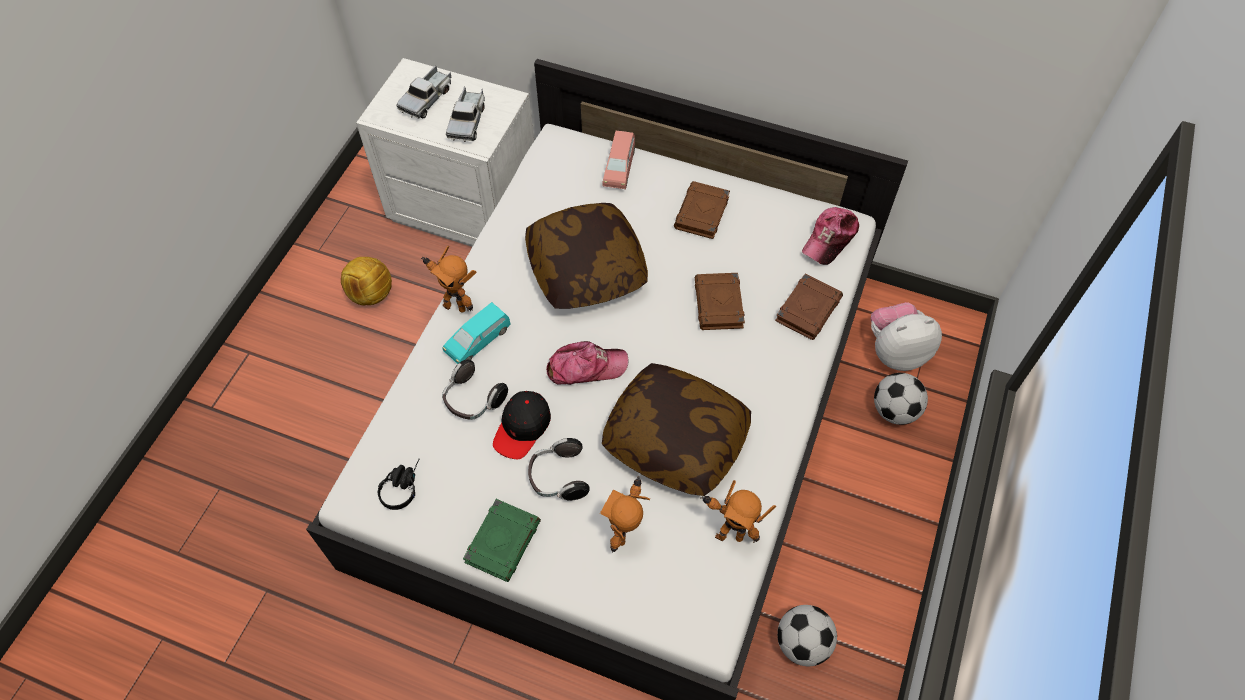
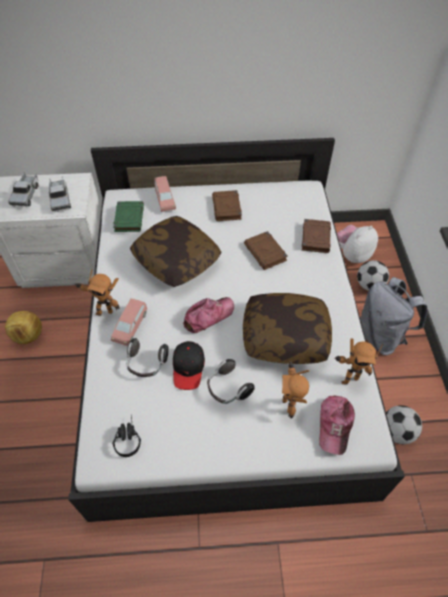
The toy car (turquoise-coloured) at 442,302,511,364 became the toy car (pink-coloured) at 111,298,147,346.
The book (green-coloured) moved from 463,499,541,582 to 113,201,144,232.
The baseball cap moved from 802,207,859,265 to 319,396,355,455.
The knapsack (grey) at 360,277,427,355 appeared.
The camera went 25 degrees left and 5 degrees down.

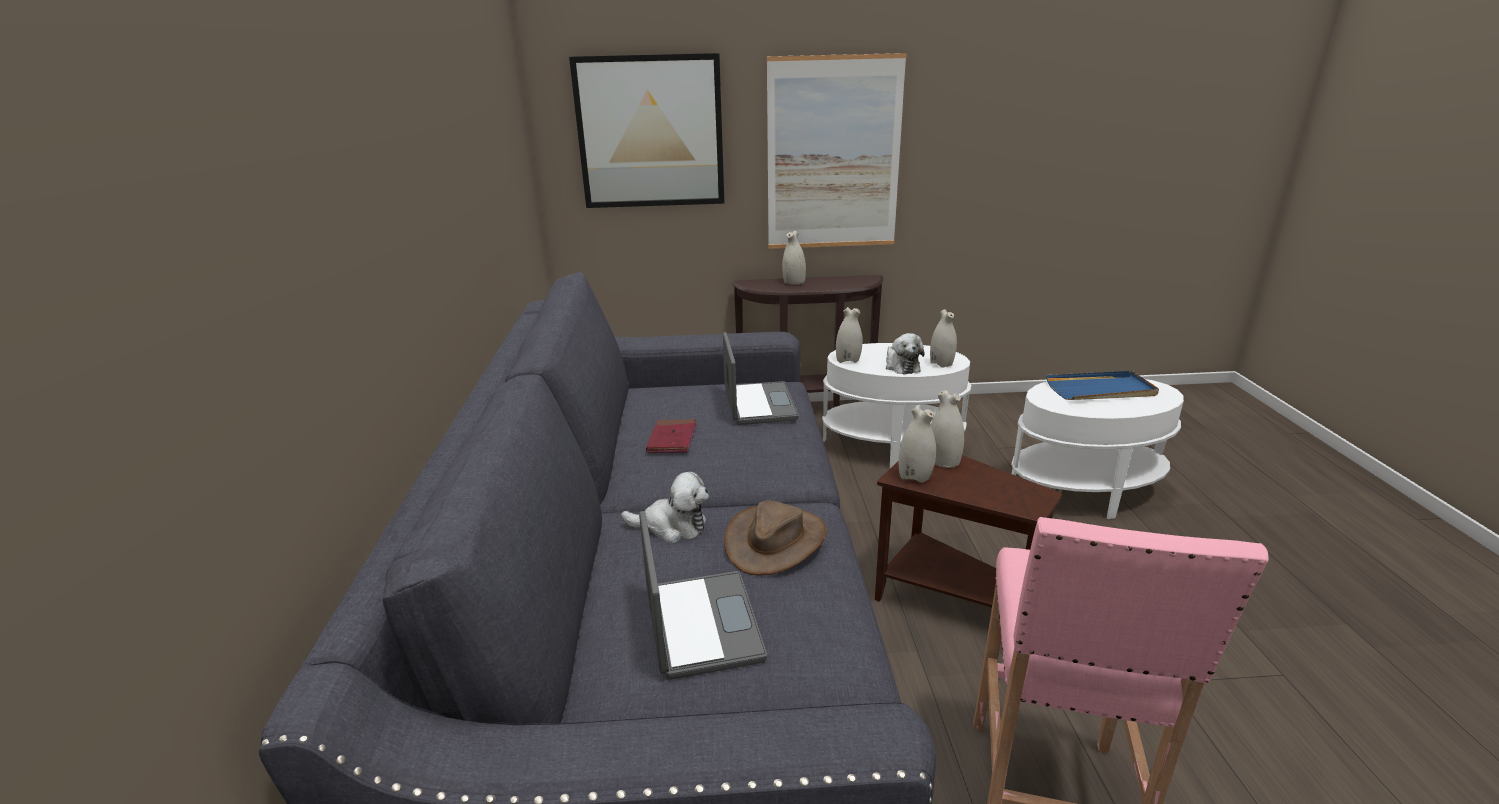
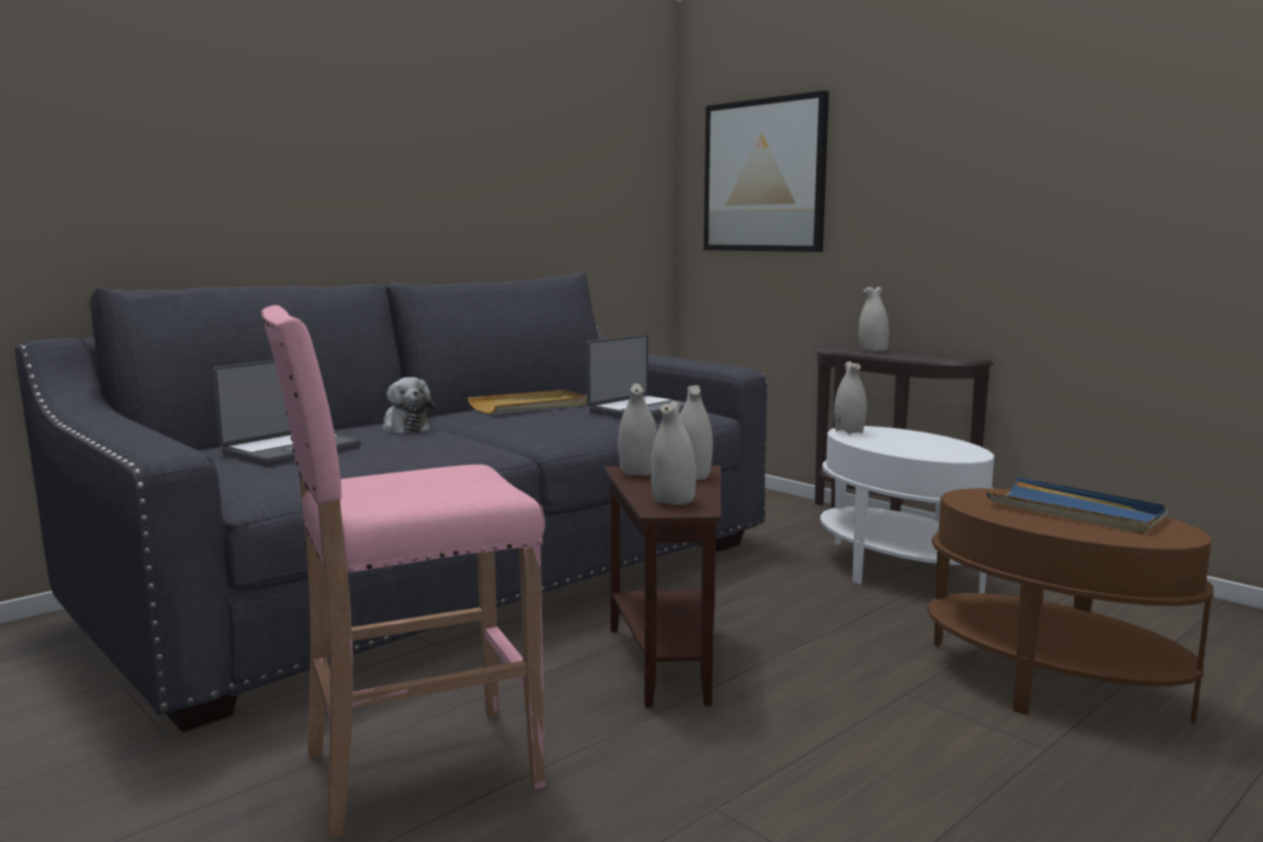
The book (red-coloured) at 646,419,697,453 was replaced by the tray (sand-coloured) at 467,390,587,414.
The hat (brownish) at 724,500,827,575 disappeared.
The wall picture at 767,53,907,249 disappeared.
The soft toy at 886,333,925,375 disappeared.
The vase (white) moved from 930,310,957,368 to 651,401,696,505.
The accent table (white) at 1011,379,1184,519 became the accent table (brownish) at 927,488,1213,724.
The camera went 50 degrees right and 15 degrees down.

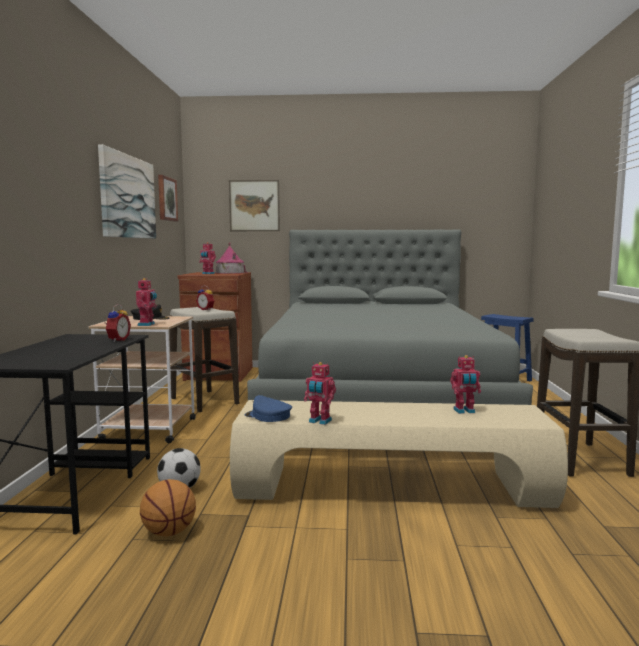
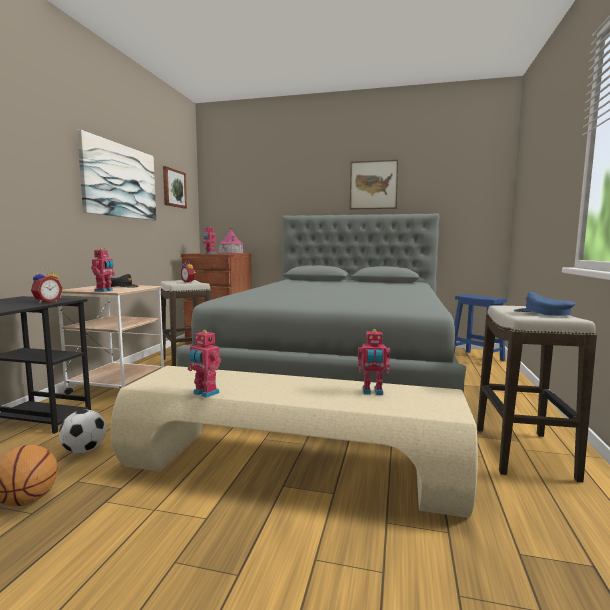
The wall picture moved from 229,180,280,231 to 350,160,398,210.
The baseball cap (bluish) moved from 245,395,292,422 to 514,292,576,316.
The camera went 10 degrees right and 0 degrees up.

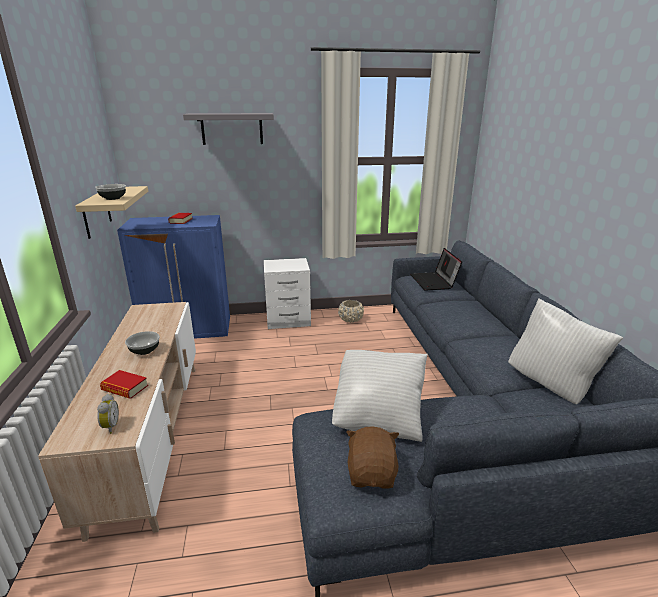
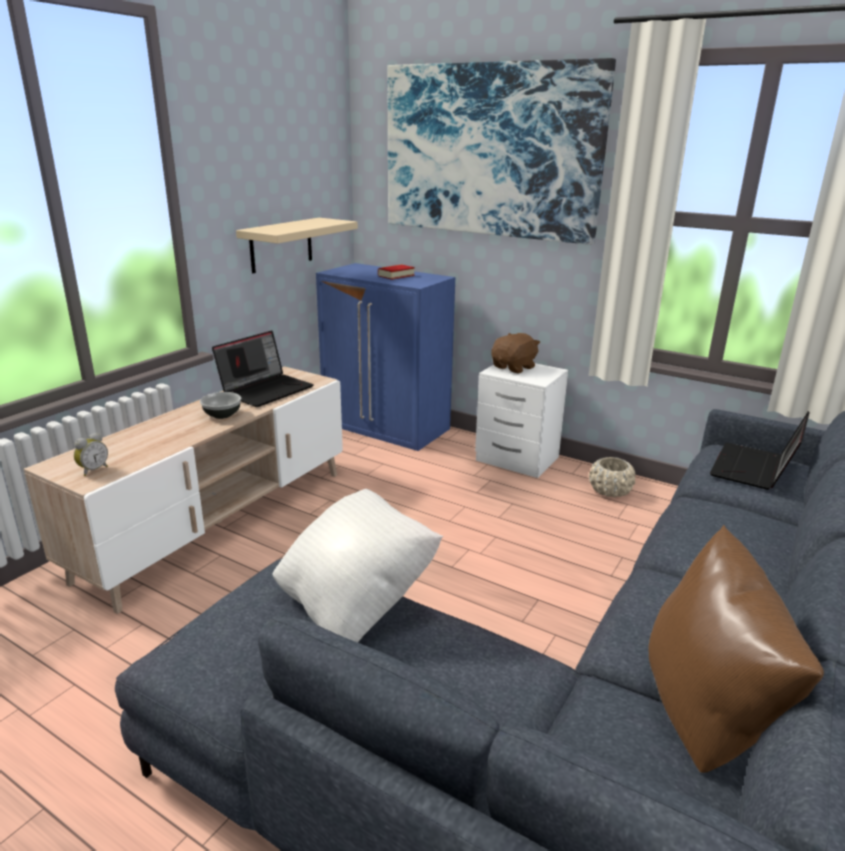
The bowl at 95,184,126,200 disappeared.
The book at 100,370,148,399 disappeared.
The shelf (grey) at 183,113,274,145 was replaced by the wall picture at 388,58,616,245.
The soft toy (brownish) moved from 346,426,399,489 to 492,333,540,373.
The throw pillow (white) at 508,298,623,404 became the throw pillow (brownish) at 648,525,824,773.
The portable computer at 212,331,314,407 appeared.
The camera went 40 degrees right and 0 degrees up.

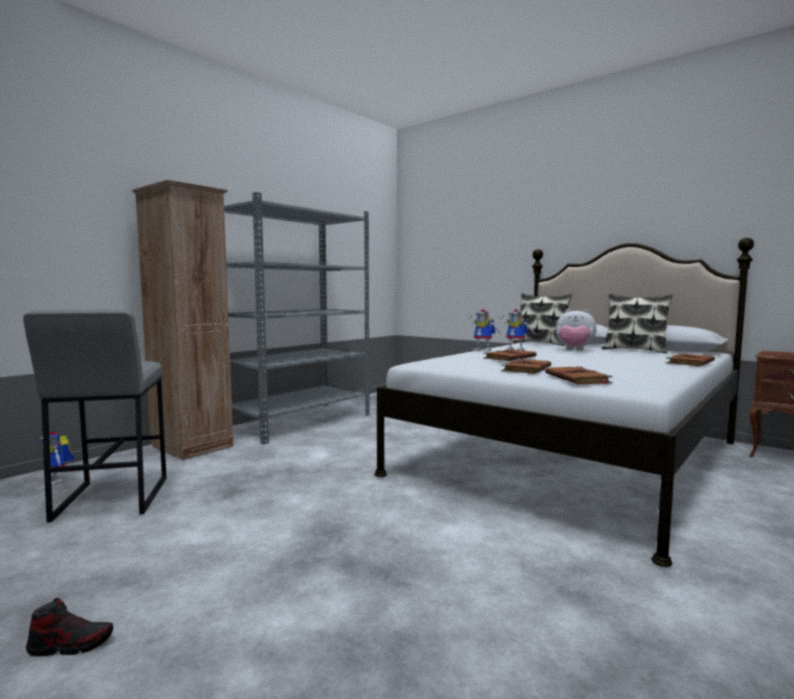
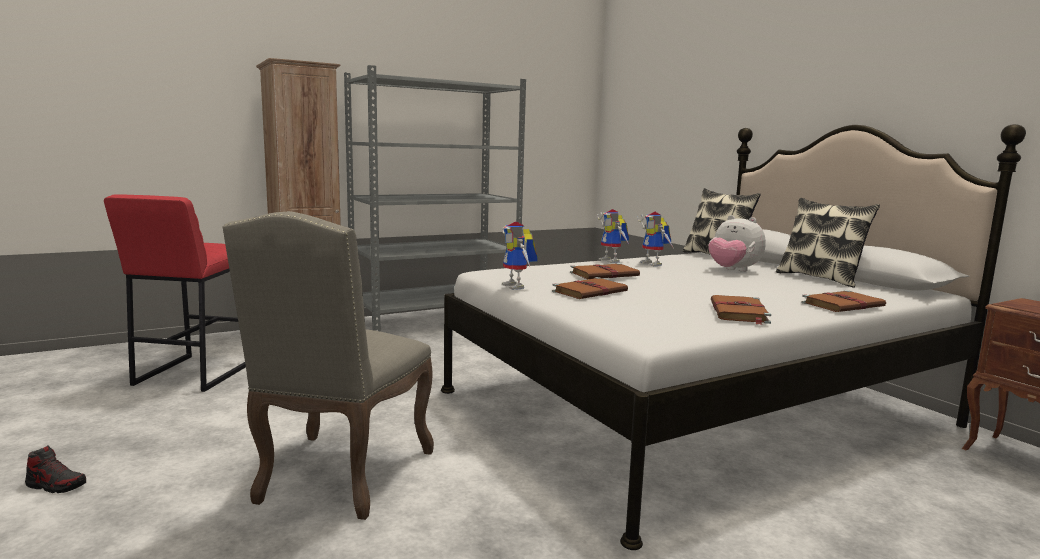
The stool seat (grey) at 23,310,167,523 became the stool seat (red-coloured) at 104,194,246,392.
The robot figure moved from 40,432,74,486 to 502,222,538,290.
The book (brownish) moved from 545,366,613,385 to 711,295,771,325.
The chair (grey) at 223,211,434,520 appeared.
The camera went 20 degrees right and 5 degrees up.

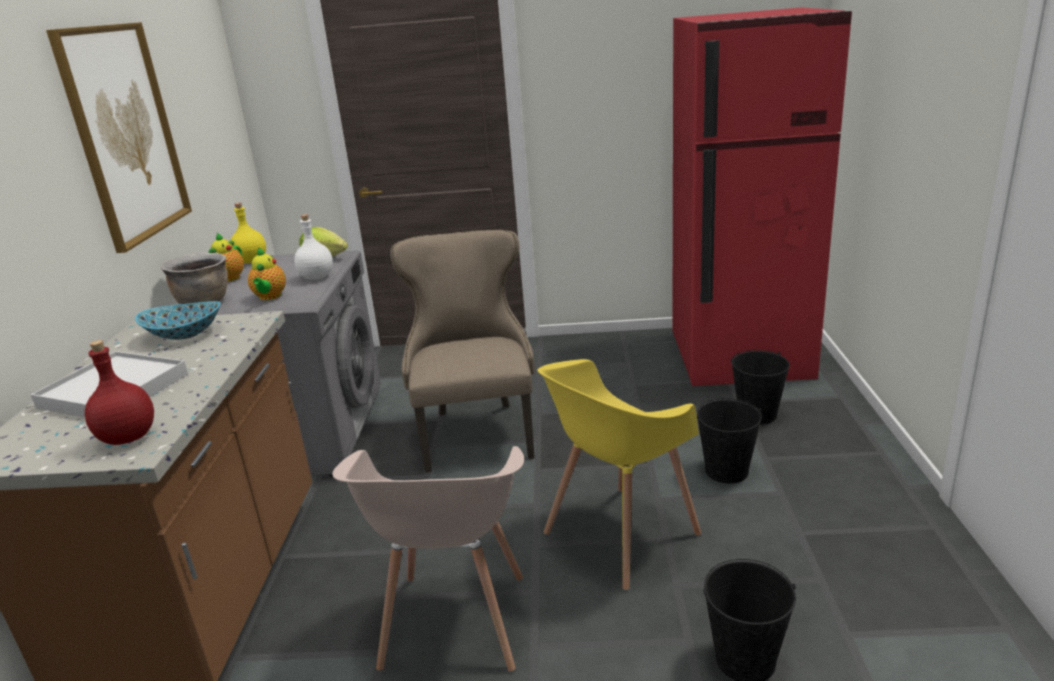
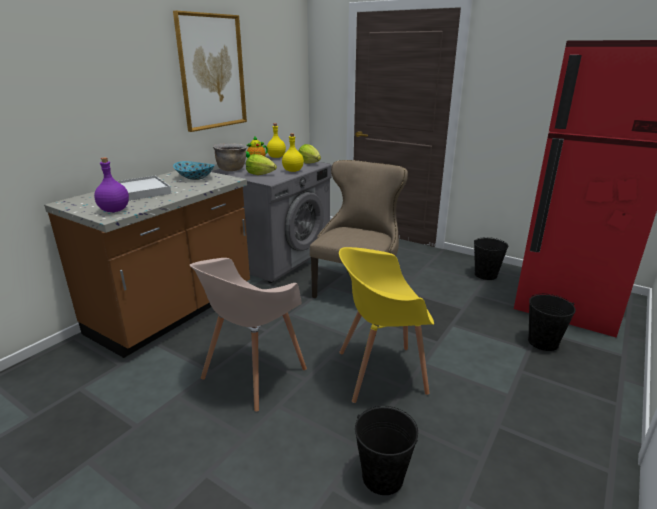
The beverage bottle (red-coloured) at 85,340,154,445 became the beverage bottle (purplish) at 94,157,129,212.
The teapot at 248,248,286,300 was replaced by the lettuce head at 246,154,277,175.
The beverage bottle (white) at 294,214,333,280 became the beverage bottle (yellow) at 282,133,304,172.
The water bucket (black) moved from 697,398,762,483 to 474,237,509,280.
The camera went 30 degrees right and 0 degrees up.

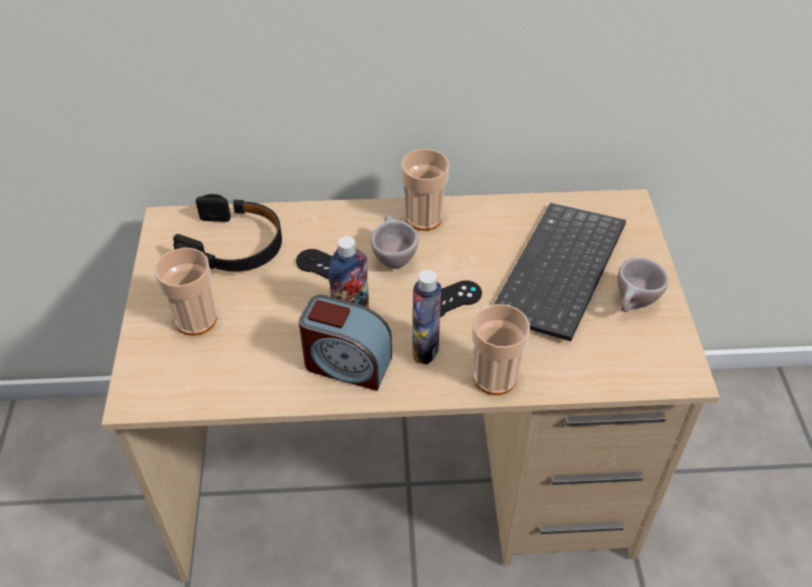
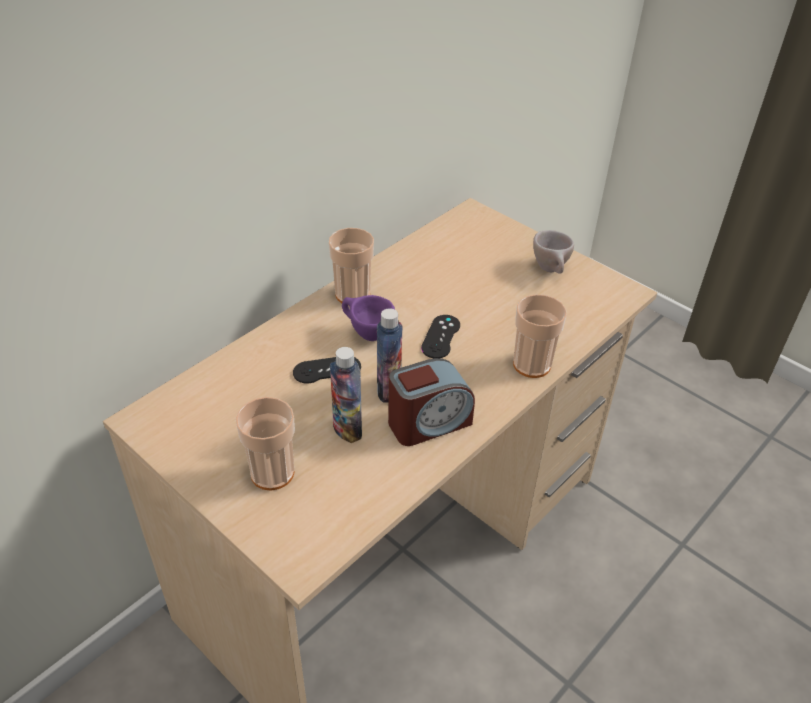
The headphones (black) at 173,194,282,271 disappeared.
The drinking cup (sand-coloured) at 371,214,419,269 became the drinking cup (purplish) at 342,295,395,341.
The beverage bottle moved from 412,270,441,364 to 330,347,362,443.
The keyboard at 493,203,626,341 disappeared.
The camera went 45 degrees left and 5 degrees down.

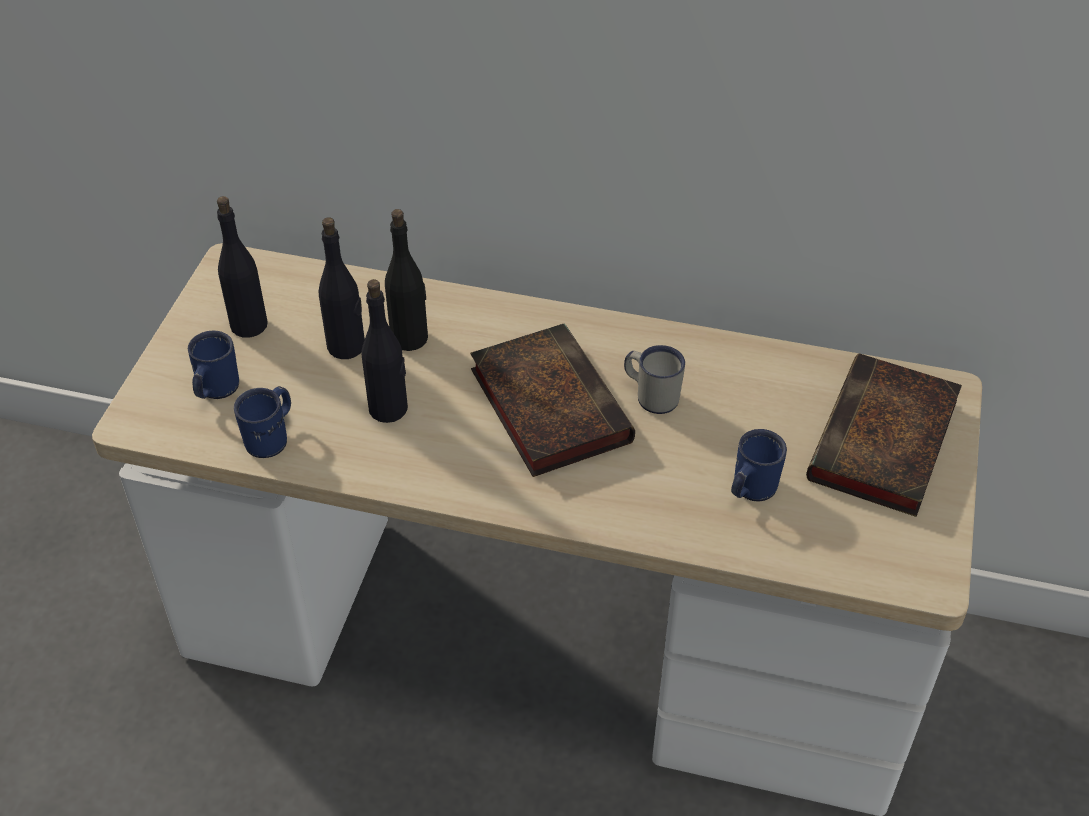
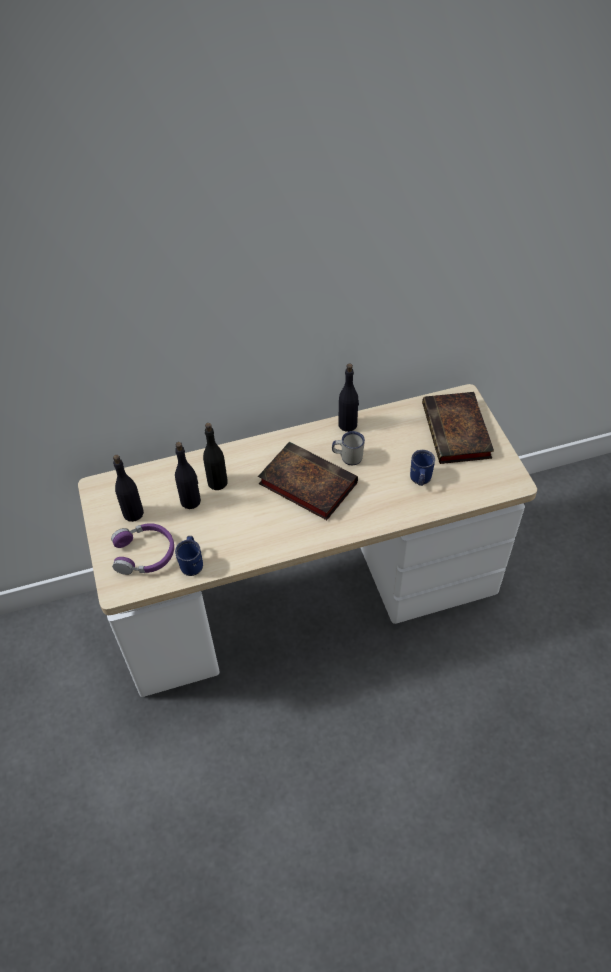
The coffee mug (bluish) at 188,331,239,399 was replaced by the headphones (purplish) at 111,523,174,575.
The beverage bottle (black) moved from 362,279,408,423 to 338,363,359,432.
The camera went 30 degrees left and 5 degrees up.

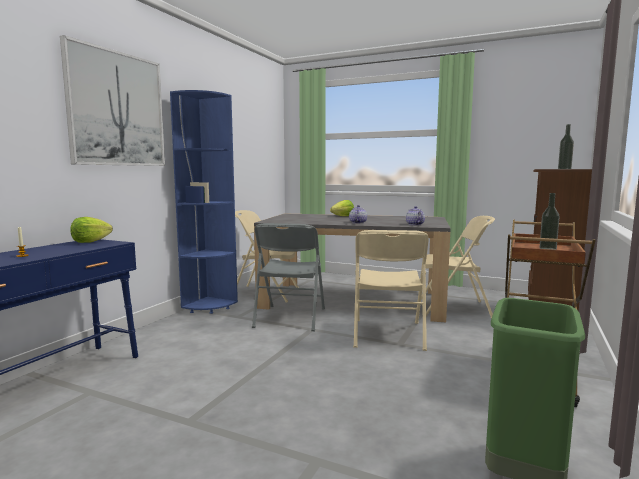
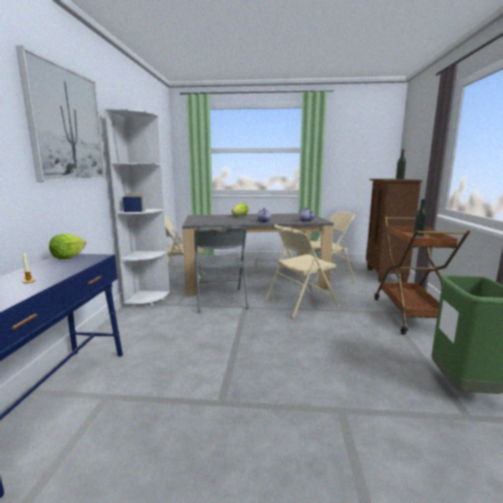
The bookcase (bluish) at 170,90,238,314 became the bookcase (white) at 105,109,170,307.
The chair (sand-coloured) at 353,230,429,351 turned 75 degrees clockwise.
The camera went 20 degrees left and 5 degrees up.

